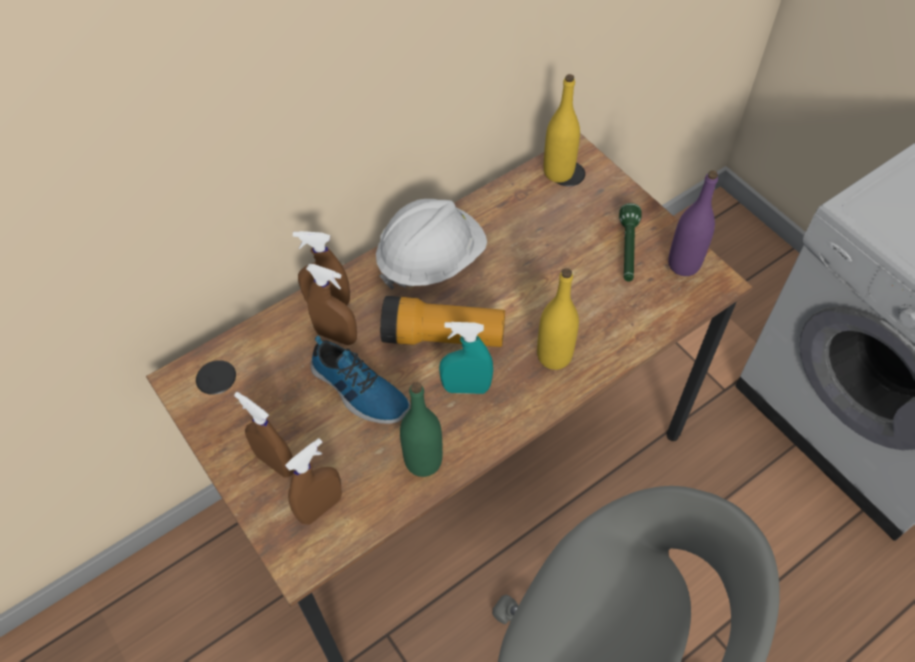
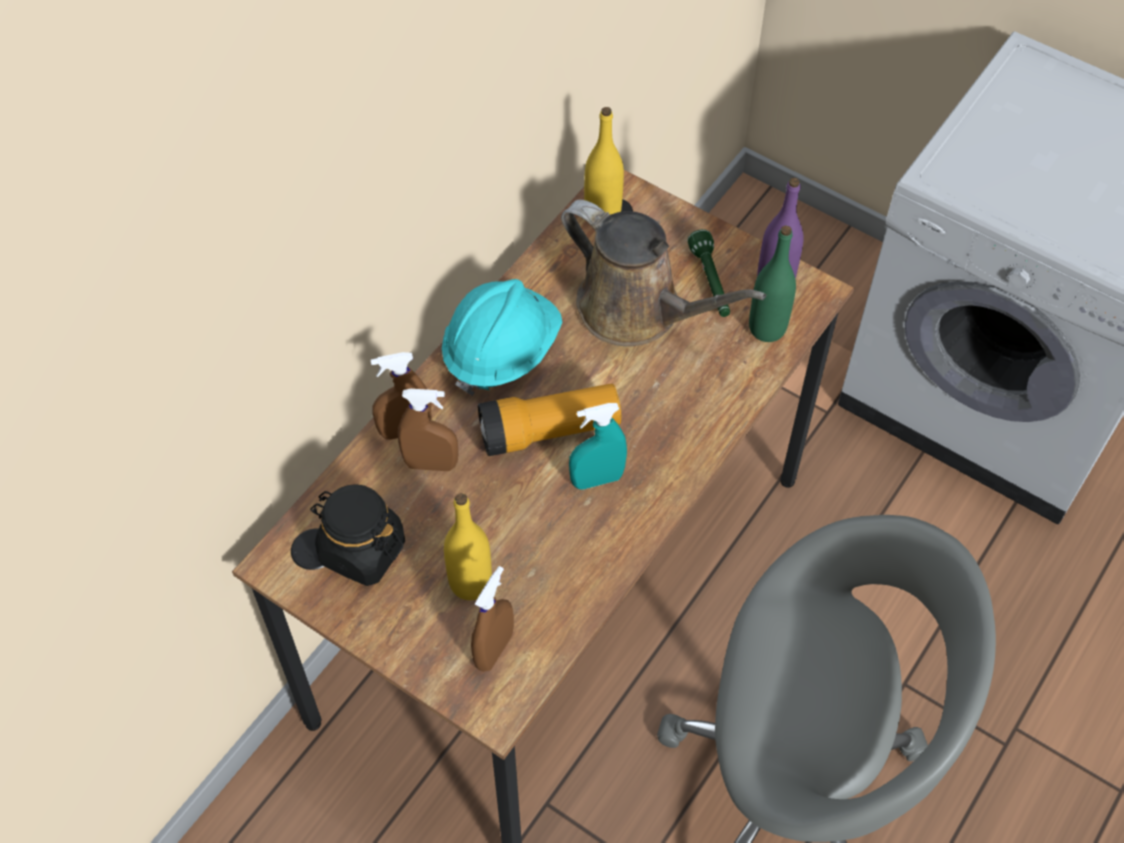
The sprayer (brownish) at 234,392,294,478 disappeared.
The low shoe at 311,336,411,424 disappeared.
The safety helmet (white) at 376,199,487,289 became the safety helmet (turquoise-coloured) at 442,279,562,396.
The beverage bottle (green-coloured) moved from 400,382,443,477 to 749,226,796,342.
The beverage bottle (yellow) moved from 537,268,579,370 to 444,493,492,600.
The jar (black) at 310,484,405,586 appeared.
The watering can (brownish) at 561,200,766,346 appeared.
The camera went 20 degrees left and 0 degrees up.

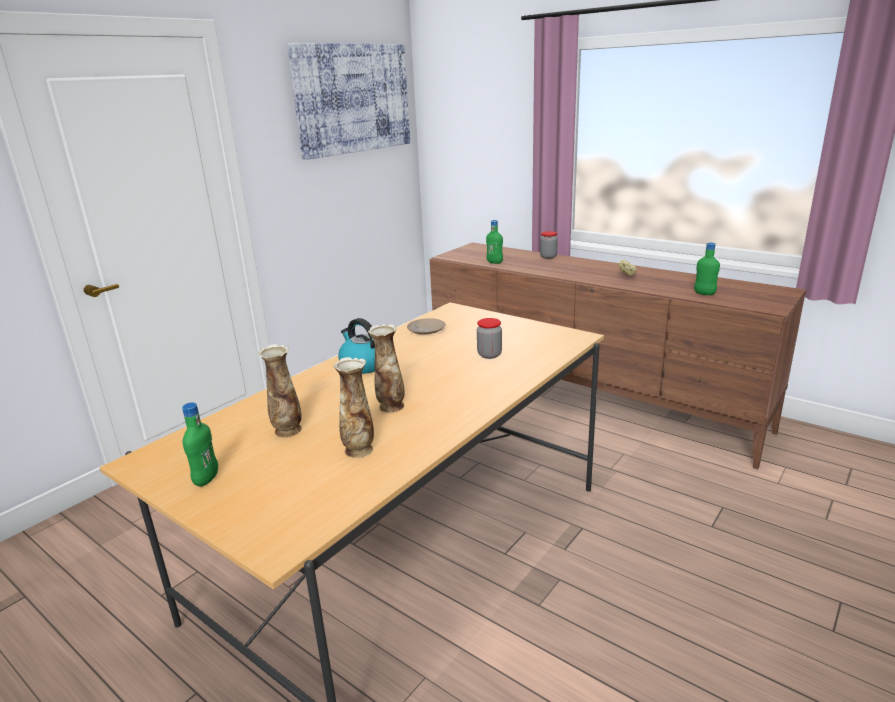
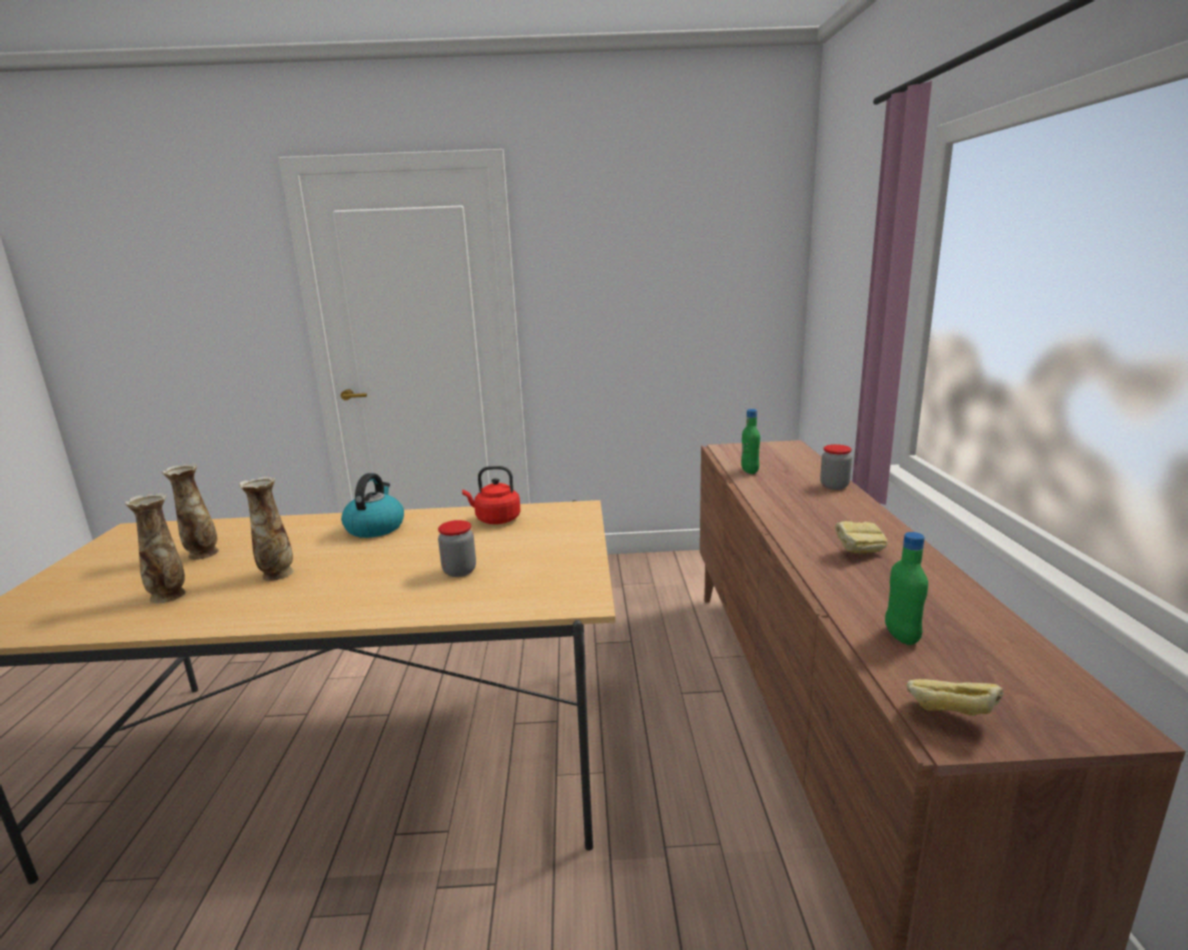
The beverage bottle (green-coloured) at 182,403,218,487 disappeared.
The wall picture at 287,43,410,159 disappeared.
The plate (sand-coloured) at 407,318,445,335 was replaced by the tea kettle (red-coloured) at 462,466,521,524.
The bread at 907,679,1004,716 appeared.
The camera went 50 degrees right and 5 degrees down.

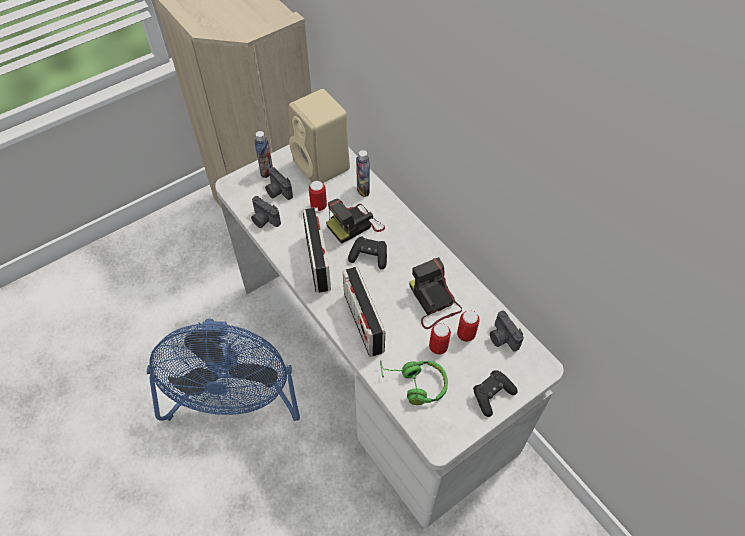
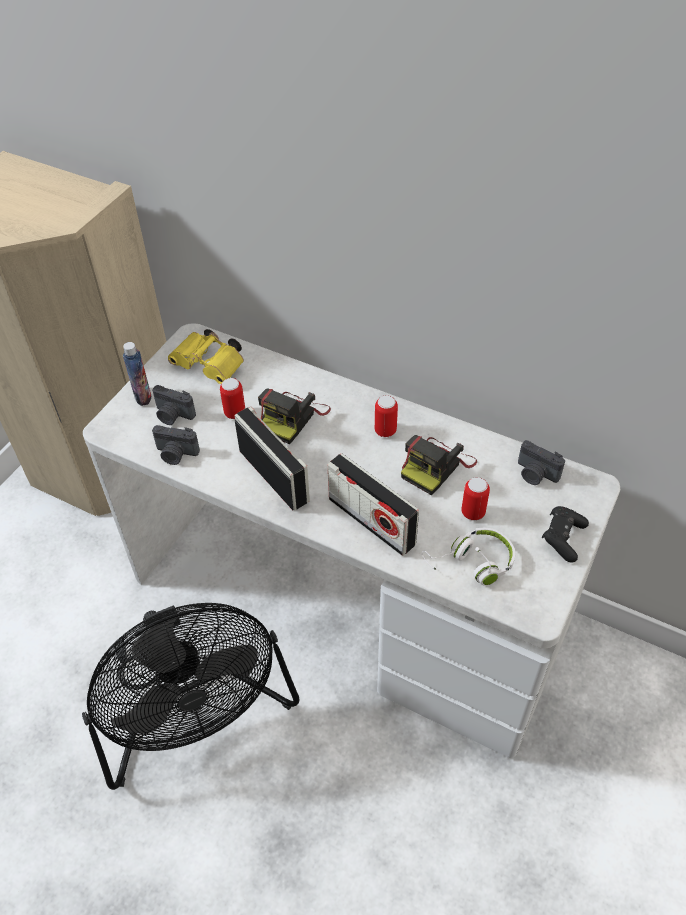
The electric fan (bluish) at 147,319,300,421 became the electric fan (black) at 82,603,299,790.
The audio speaker (sand-coloured) at 288,89,350,183 was replaced by the field glasses (yellow) at 168,329,244,384.
The joypad (black) at 348,237,387,270 disappeared.
The beverage bottle at 356,150,370,197 disappeared.
The headphones (green-coloured) at 380,360,448,405 became the headphones (white) at 422,528,515,586.
The photo camera at 409,257,462,329 turned 90 degrees counterclockwise.
The can moved from 457,310,479,342 to 375,395,398,437.
The camera went 25 degrees left and 5 degrees down.

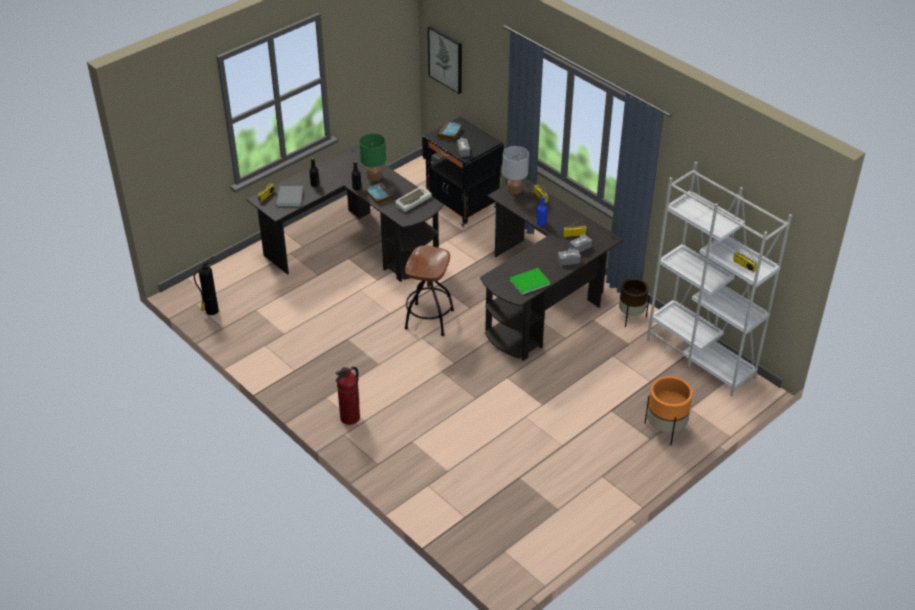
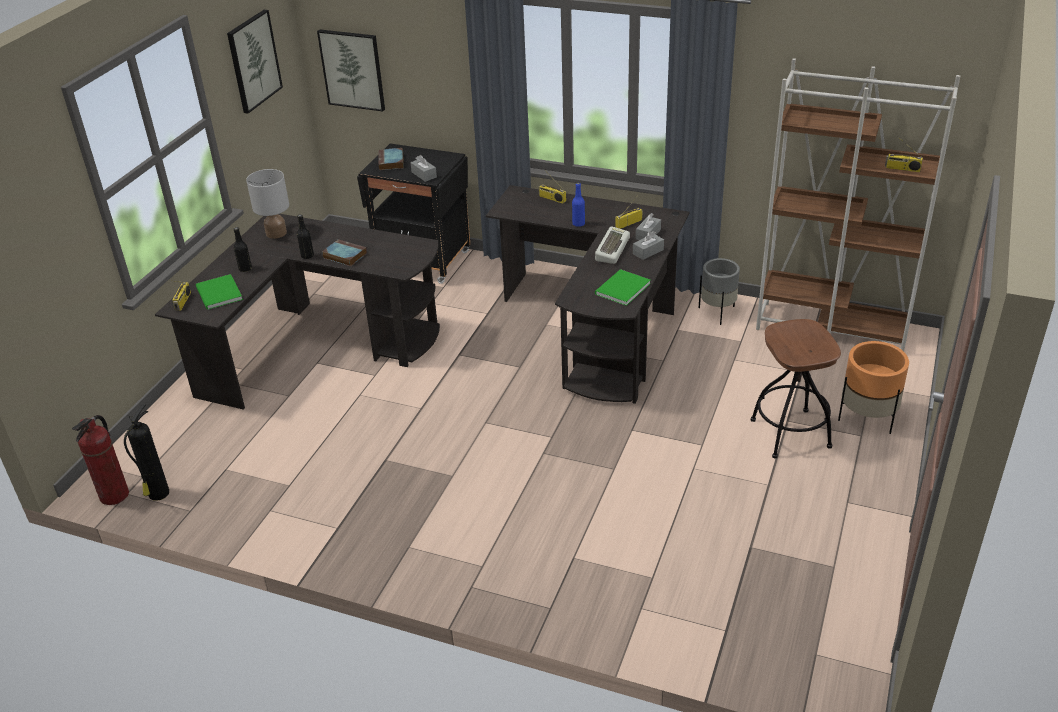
The book (grey) at 276,186,303,207 became the book (green-coloured) at 196,274,243,310.
The extinguisher moved from 335,367,360,425 to 72,415,129,505.
The lamp for a table (green-coloured) at 359,133,386,182 disappeared.
The keyboard moved from 395,186,432,212 to 595,226,630,264.
The stool seat (brownish) moved from 405,246,454,336 to 751,319,841,459.
The lamp for a table (grey) moved from 502,146,529,194 to 246,169,289,239.
The plant pot (brownish) at 619,278,650,327 became the plant pot (grey) at 699,258,740,325.
The bookcase (white) at 647,162,792,397 became the bookcase (brownish) at 756,58,960,351.
The wall picture at 227,10,283,113 appeared.
The camera went 25 degrees left and 5 degrees down.

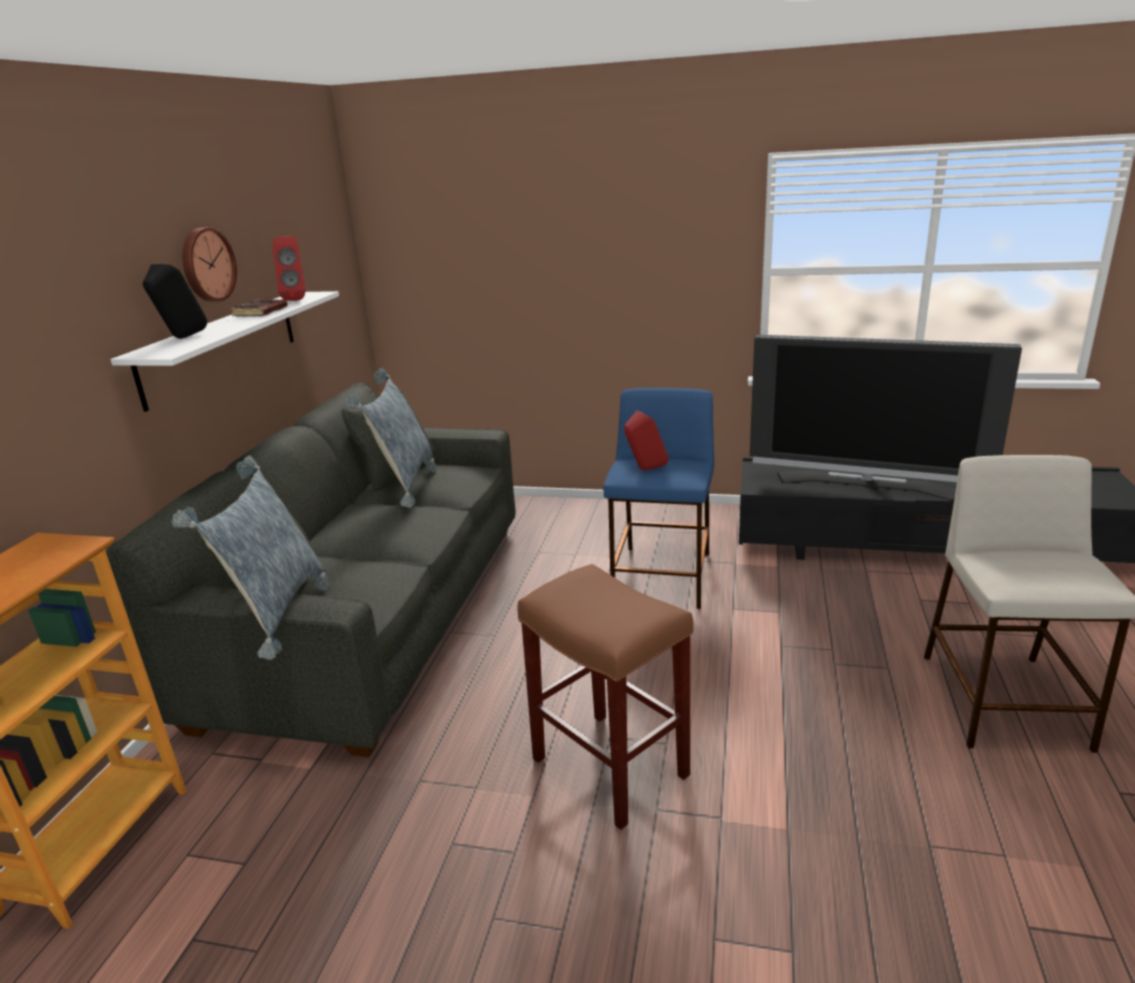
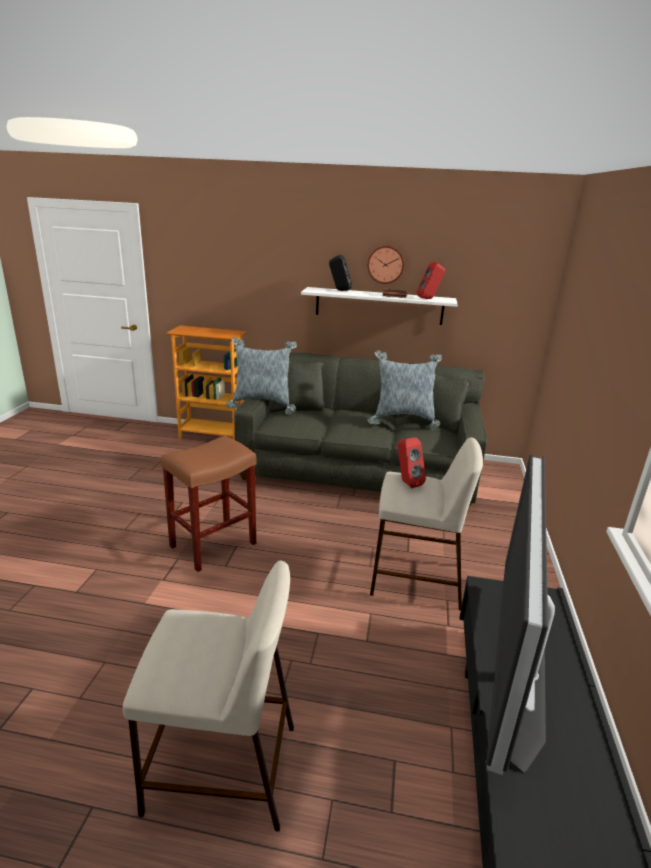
The stool seat (bluish) at 604,388,714,609 became the stool seat (sand-coloured) at 370,437,483,611.
The camera went 85 degrees right and 0 degrees up.

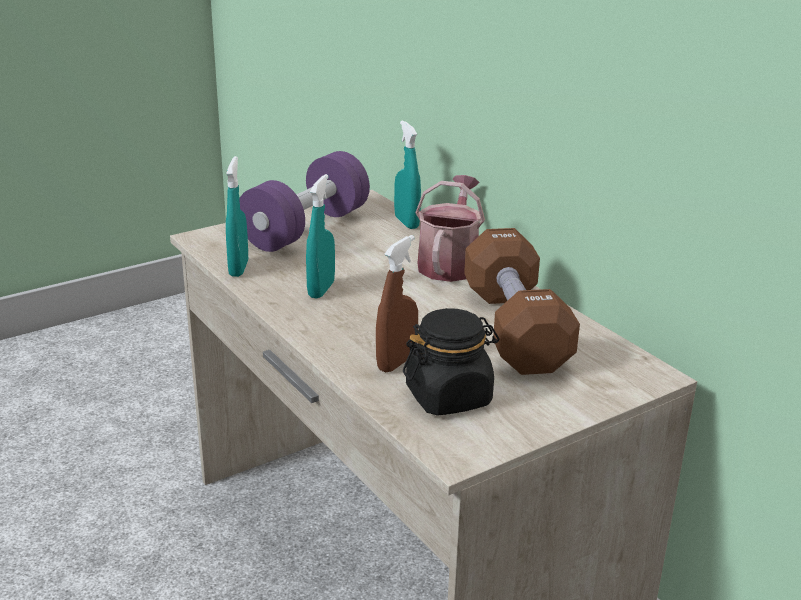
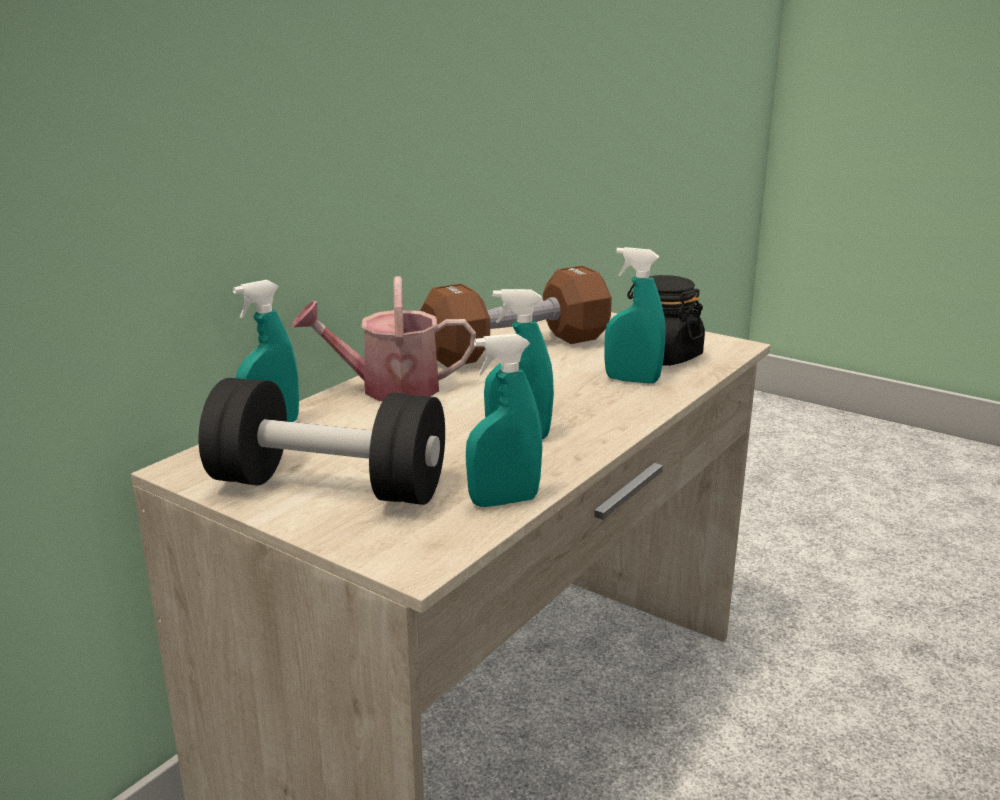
The free weight (purplish) at 239,151,370,252 became the free weight (black) at 199,378,445,505.
The sprayer (brownish) at 376,235,418,372 became the sprayer (turquoise-coloured) at 604,247,666,384.
The camera went 110 degrees left and 5 degrees down.

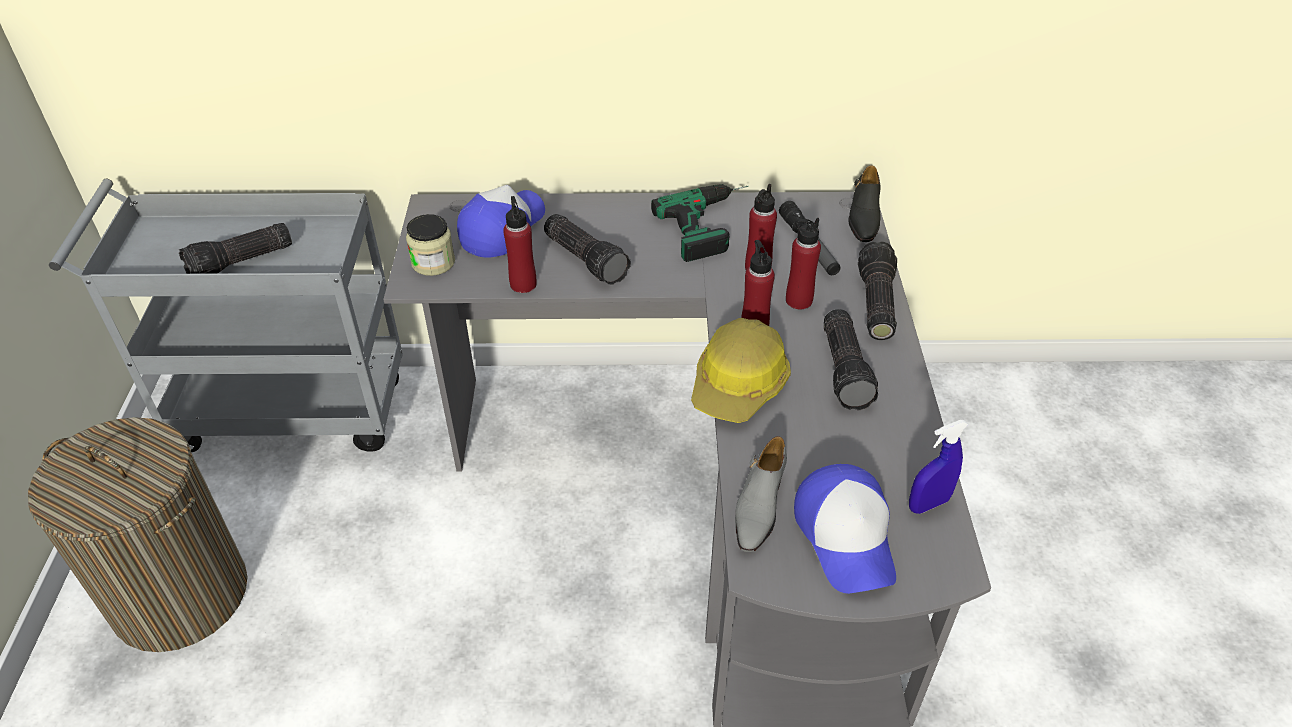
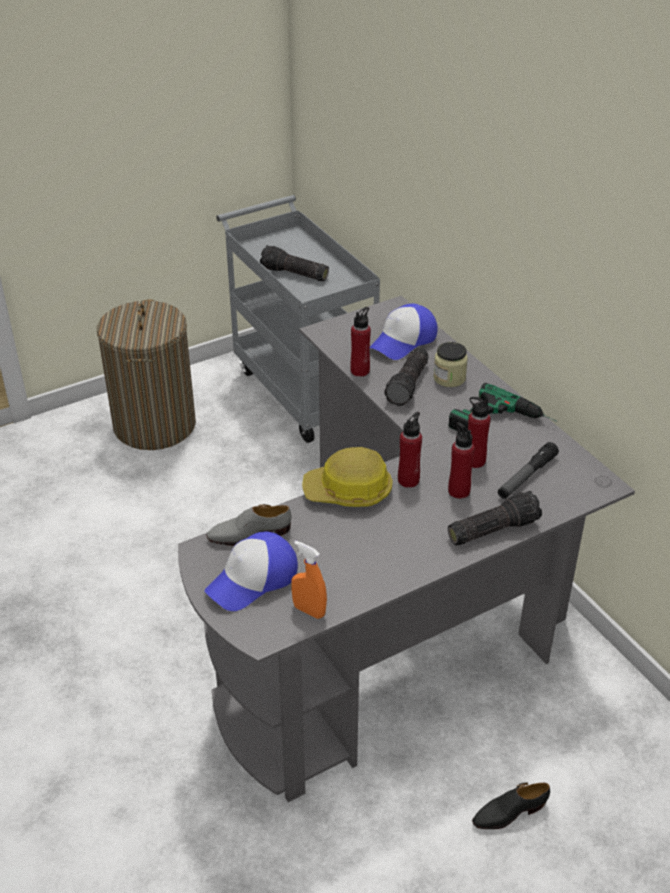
The jar moved from 406,214,455,276 to 433,342,468,387.
The baseball cap at 457,185,545,258 turned 135 degrees clockwise.
The torch at 824,309,879,410 disappeared.
The low shoe (black) moved from 848,165,881,242 to 472,783,550,829.
The sprayer (bluish) at 909,420,969,514 became the sprayer (orange-coloured) at 291,541,327,619.
The camera went 60 degrees right and 5 degrees down.

